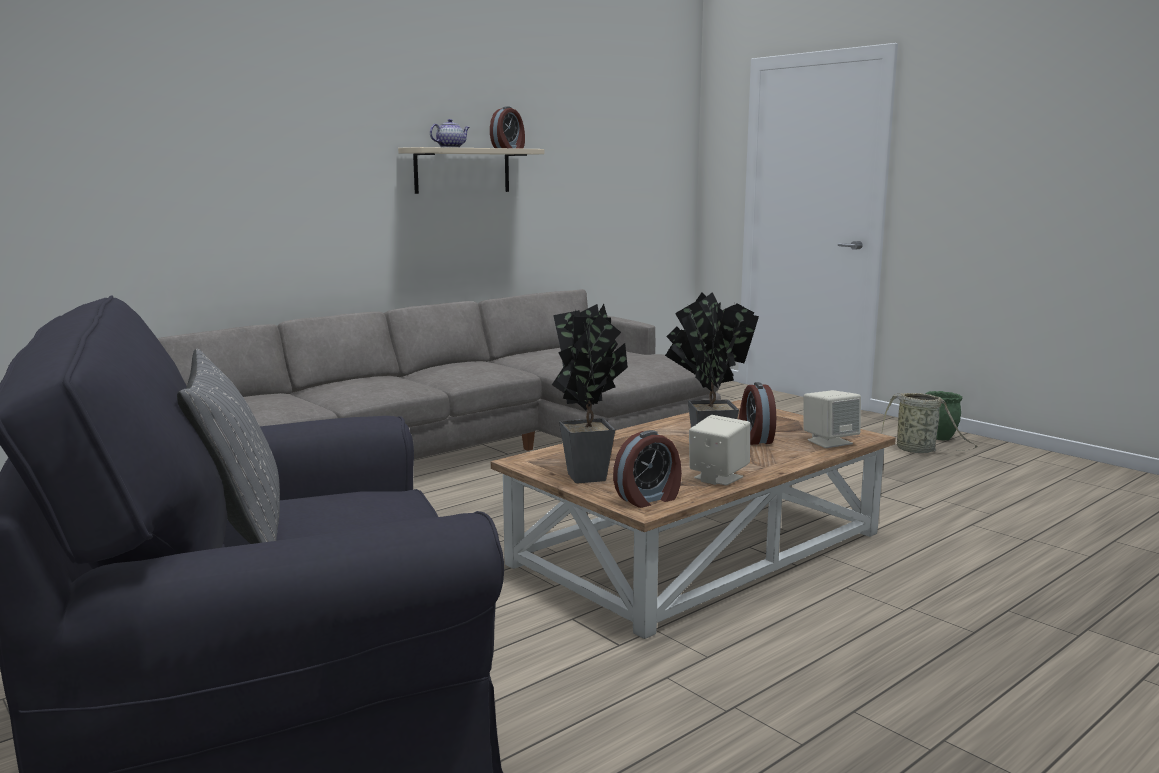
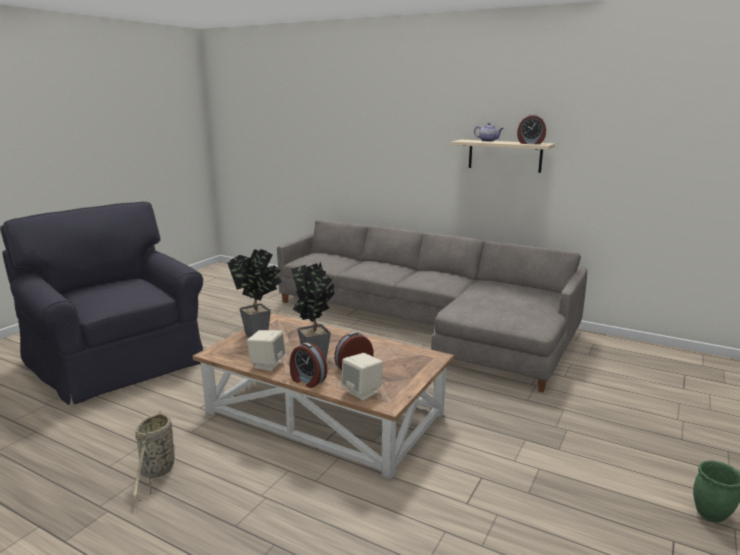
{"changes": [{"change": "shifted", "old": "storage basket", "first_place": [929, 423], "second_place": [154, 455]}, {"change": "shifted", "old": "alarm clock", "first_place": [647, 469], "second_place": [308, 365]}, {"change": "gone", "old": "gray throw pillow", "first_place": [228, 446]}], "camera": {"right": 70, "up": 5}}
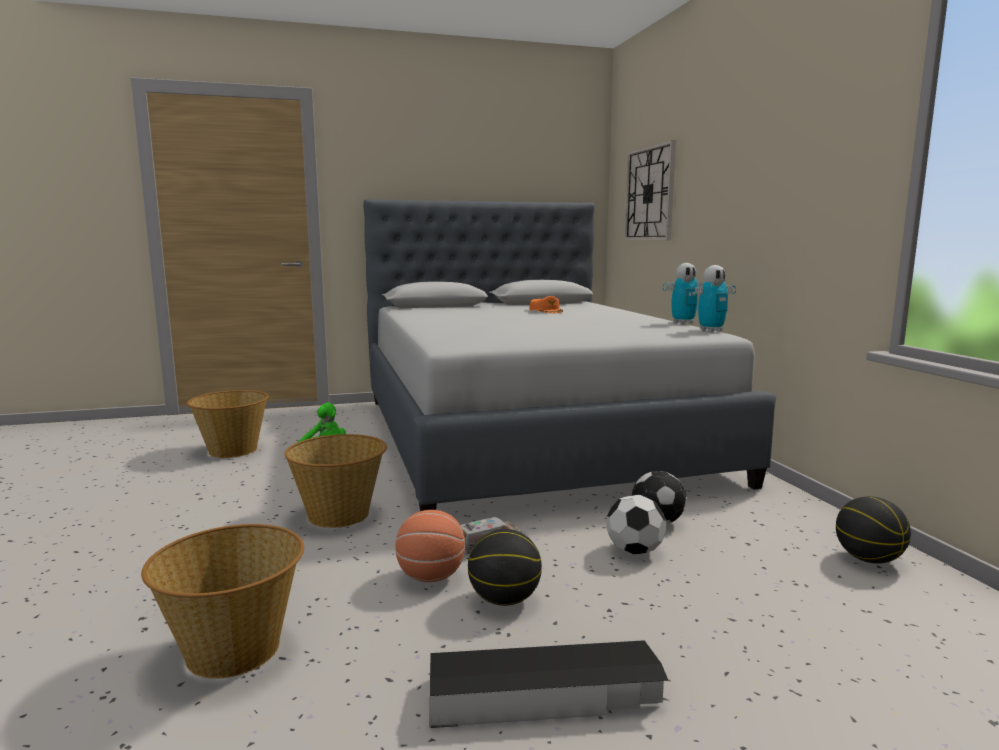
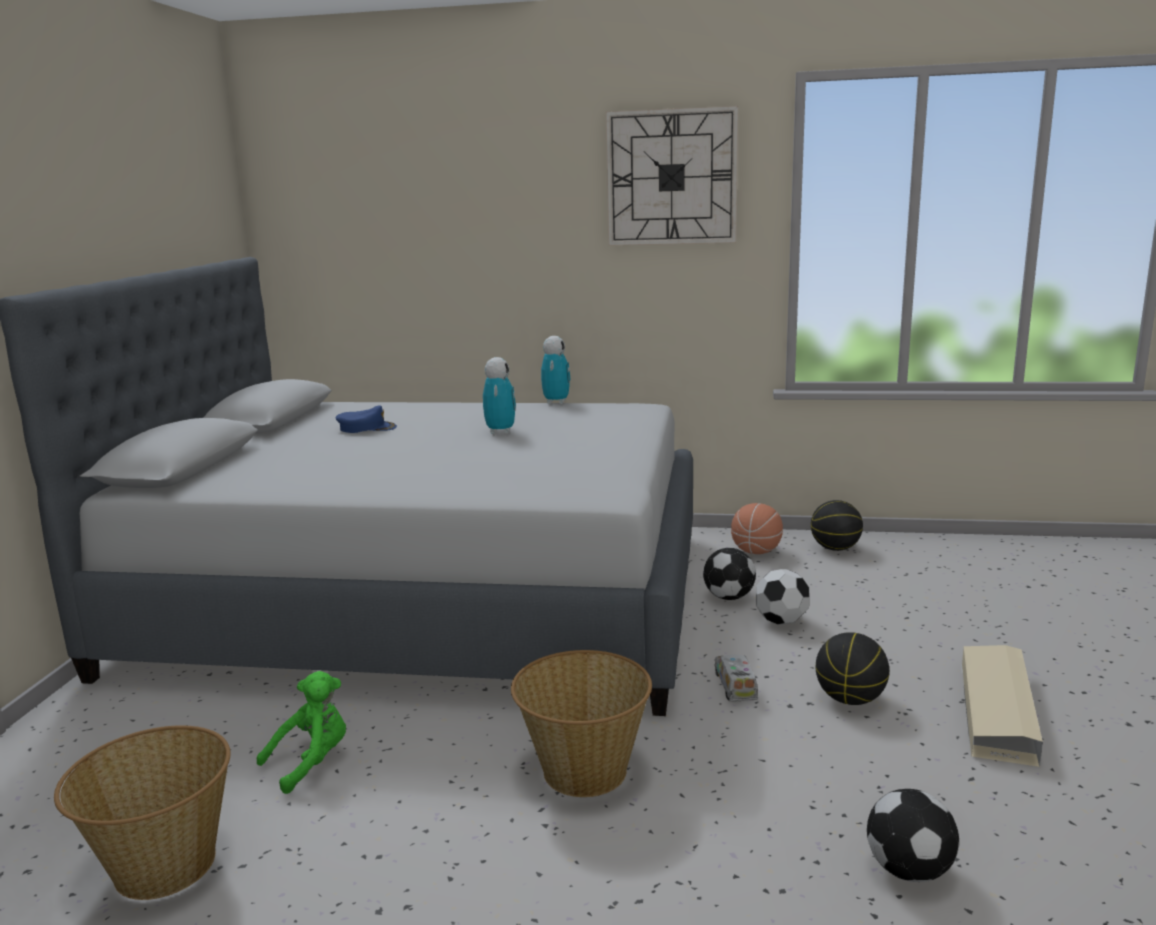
{"changes": [{"change": "repainted", "old": "orangey peaked cap", "new": "blue-coloured peaked cap", "first_place": [546, 304], "second_place": [366, 419]}, {"change": "shifted", "old": "toy robot", "first_place": [713, 298], "second_place": [499, 395]}, {"change": "shifted", "old": "hanging clock", "first_place": [650, 190], "second_place": [672, 176]}, {"change": "shifted", "old": "basketball", "first_place": [430, 546], "second_place": [757, 528]}, {"change": "swapped", "old": "storage basket", "new": "ball for football", "first_place": [222, 601], "second_place": [913, 835]}, {"change": "repainted", "old": "black-coloured storage box", "new": "beige-coloured storage box", "first_place": [548, 684], "second_place": [1002, 706]}], "camera": {"right": -65, "up": 5}}
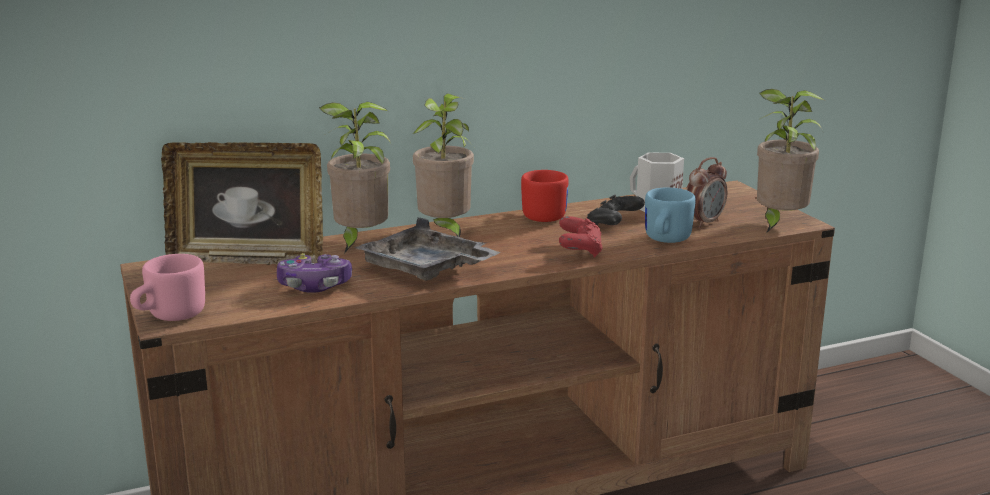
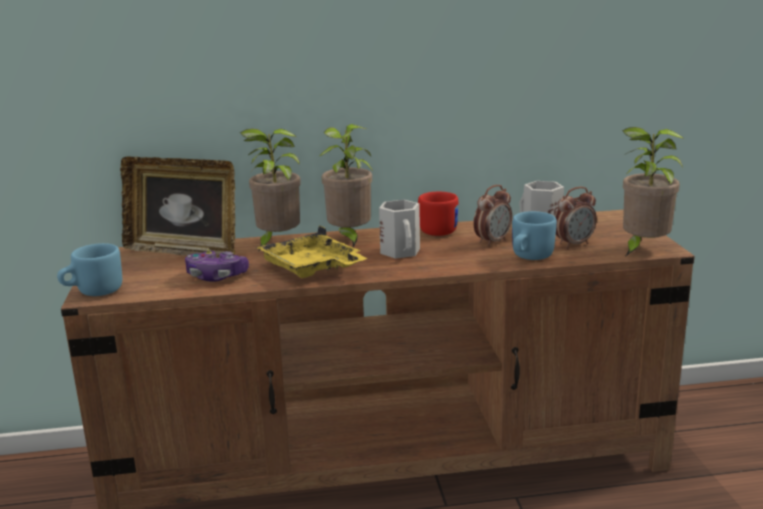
{"changes": [{"change": "repainted", "old": "pink-coloured coffee mug", "new": "blue-coloured coffee mug", "first_place": [167, 287], "second_place": [89, 269]}, {"change": "repainted", "old": "gray carrying tray", "new": "yellow-coloured carrying tray", "first_place": [427, 249], "second_place": [312, 252]}, {"change": "new", "new": "white-coloured coffee mug", "second_place": [399, 229]}, {"change": "swapped", "old": "black-coloured game controller", "new": "alarm clock", "first_place": [616, 210], "second_place": [492, 216]}, {"change": "gone", "old": "red game controller", "first_place": [581, 237]}], "camera": {"right": 15, "up": 0}}
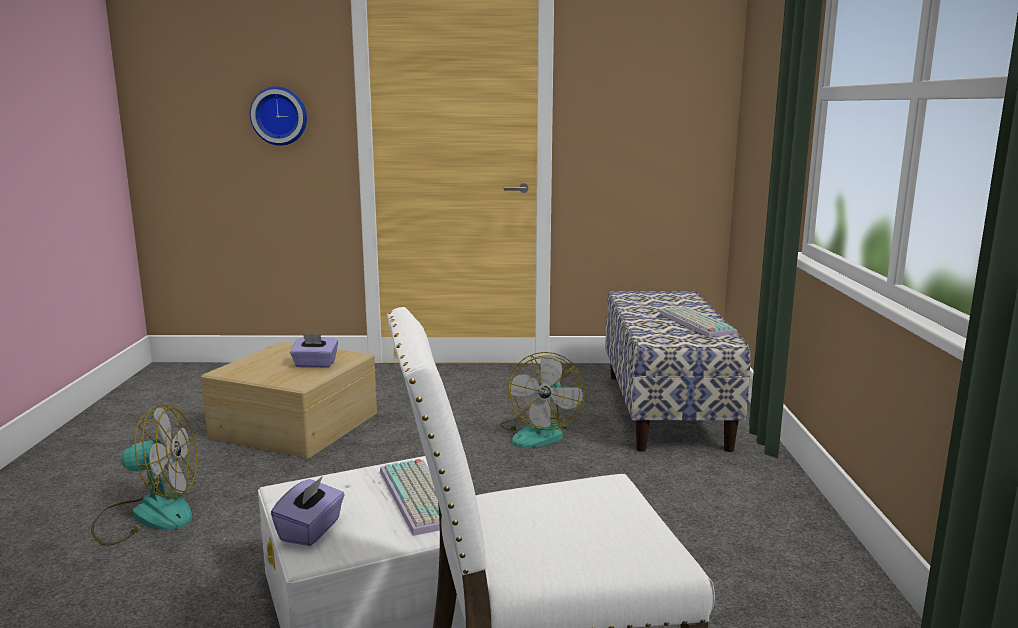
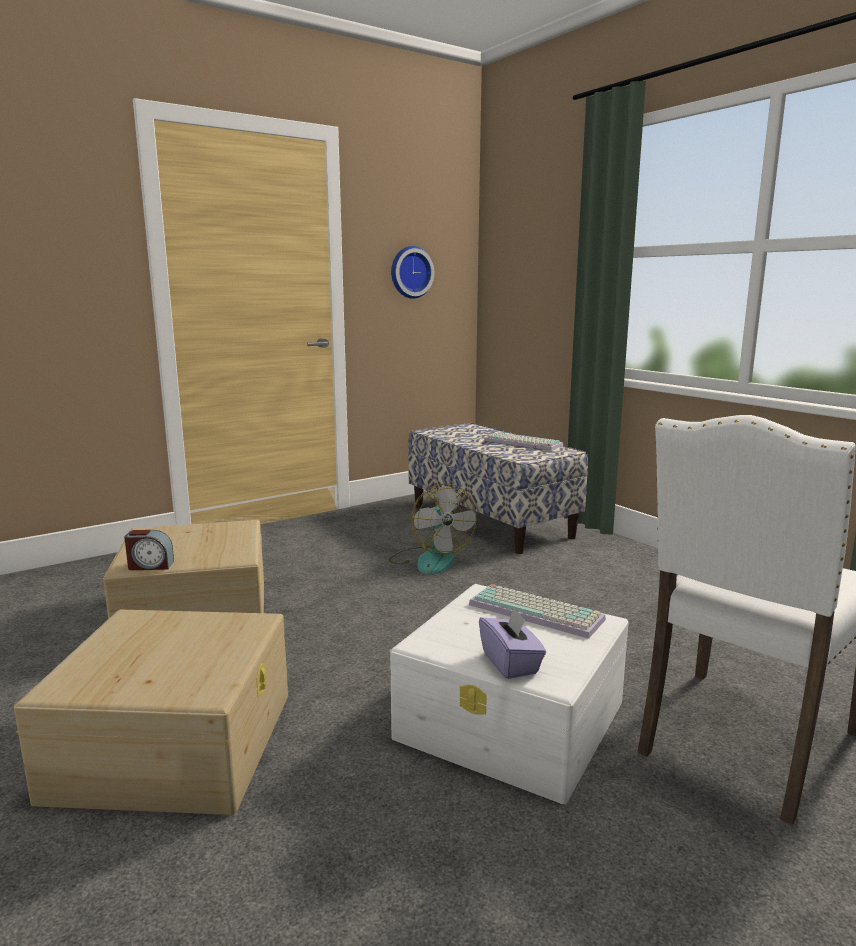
{"changes": [{"change": "swapped", "old": "fan", "new": "beige-coloured storage box", "first_place": [144, 474], "second_place": [151, 712]}, {"change": "new", "new": "alarm clock", "second_place": [149, 550]}, {"change": "shifted", "old": "hanging clock", "first_place": [278, 116], "second_place": [412, 272]}, {"change": "gone", "old": "purplish box of tissues", "first_place": [314, 351]}], "camera": {"right": -35, "up": 0}}
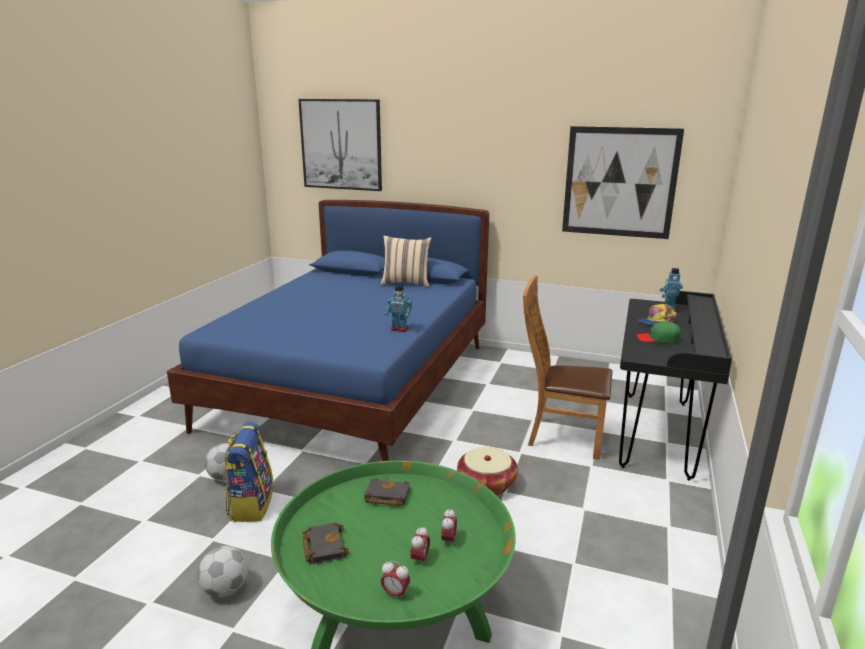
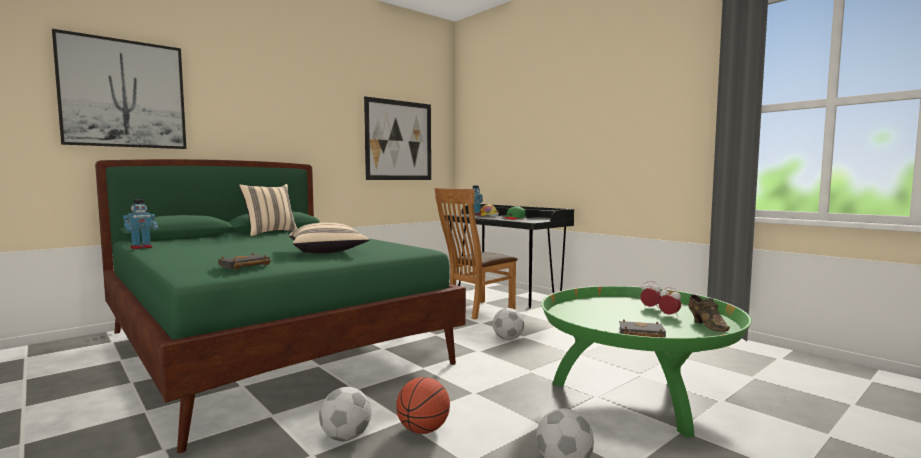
{"changes": [{"change": "repainted", "old": "blue-coloured bedroom bed", "new": "greenish bedroom bed", "first_place": [328, 330], "second_place": [280, 306]}, {"change": "shifted", "old": "toy robot", "first_place": [398, 308], "second_place": [140, 224]}, {"change": "shifted", "old": "black-coloured volume", "first_place": [387, 492], "second_place": [244, 261]}, {"change": "new", "new": "beige-coloured throw pillow", "second_place": [329, 238]}, {"change": "swapped", "old": "knapsack", "new": "basketball", "first_place": [248, 472], "second_place": [423, 405]}, {"change": "swapped", "old": "storage basket", "new": "ball for football", "first_place": [487, 471], "second_place": [508, 324]}, {"change": "swapped", "old": "alarm clock", "new": "brown-coloured low shoe", "first_place": [395, 580], "second_place": [709, 313]}], "camera": {"right": -60, "up": -15}}
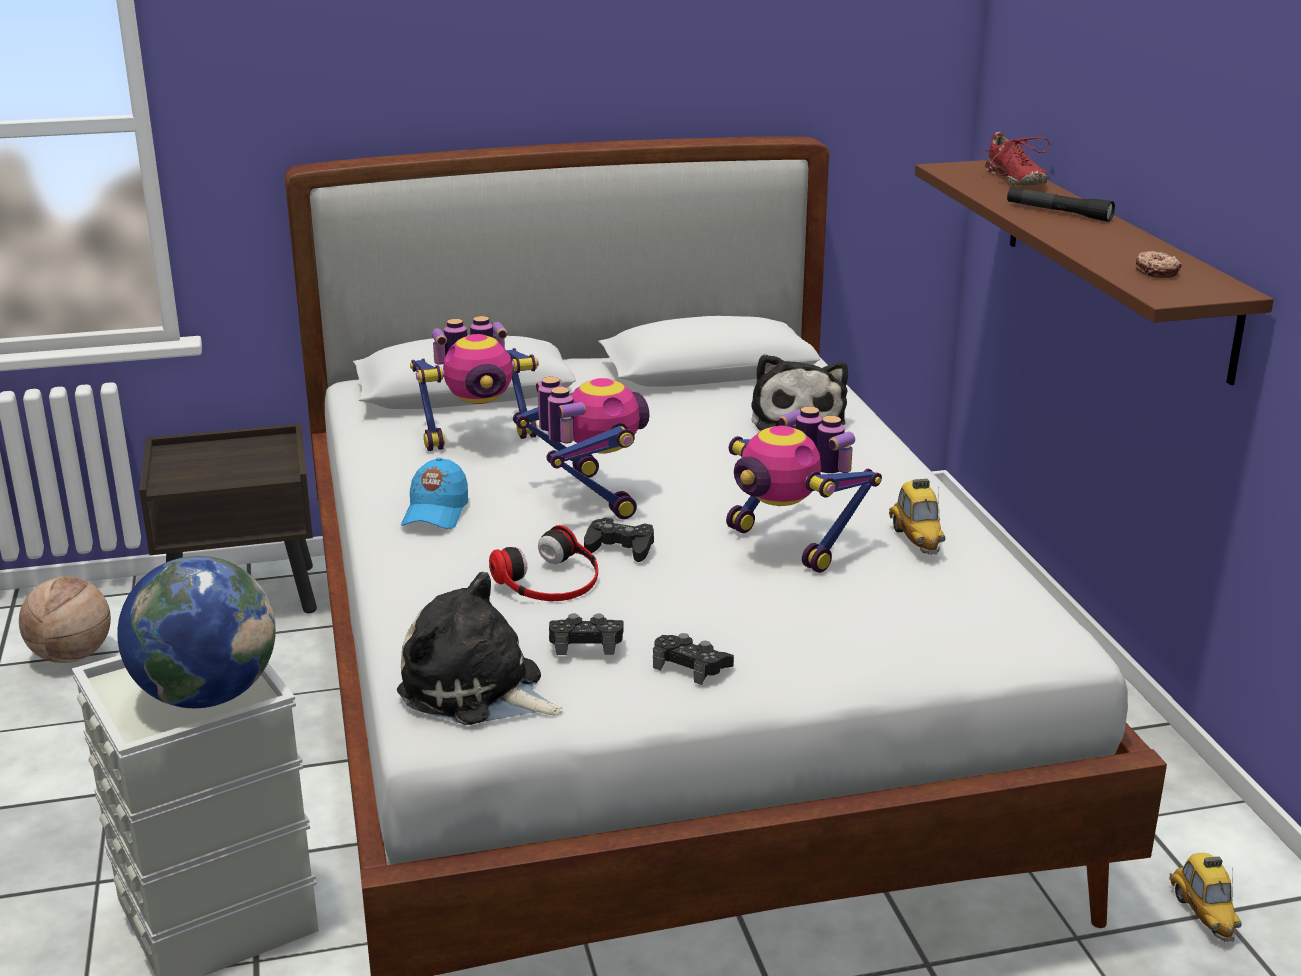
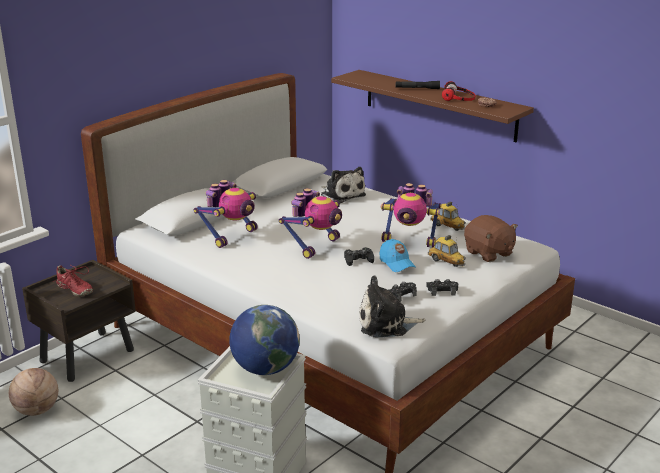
{"changes": [{"change": "shifted", "old": "red low shoe", "first_place": [1014, 159], "second_place": [73, 280]}, {"change": "rotated", "old": "toy robot", "first_place": [581, 448], "second_place": [310, 223], "degrees": 90}, {"change": "shifted", "old": "blue-coloured peaked cap", "first_place": [434, 493], "second_place": [397, 255]}, {"change": "shifted", "old": "model car", "first_place": [1205, 897], "second_place": [447, 251]}, {"change": "shifted", "old": "headphones", "first_place": [543, 563], "second_place": [459, 91]}, {"change": "new", "new": "brown-coloured plush toy", "second_place": [491, 238]}], "camera": {"right": -35, "up": 0}}
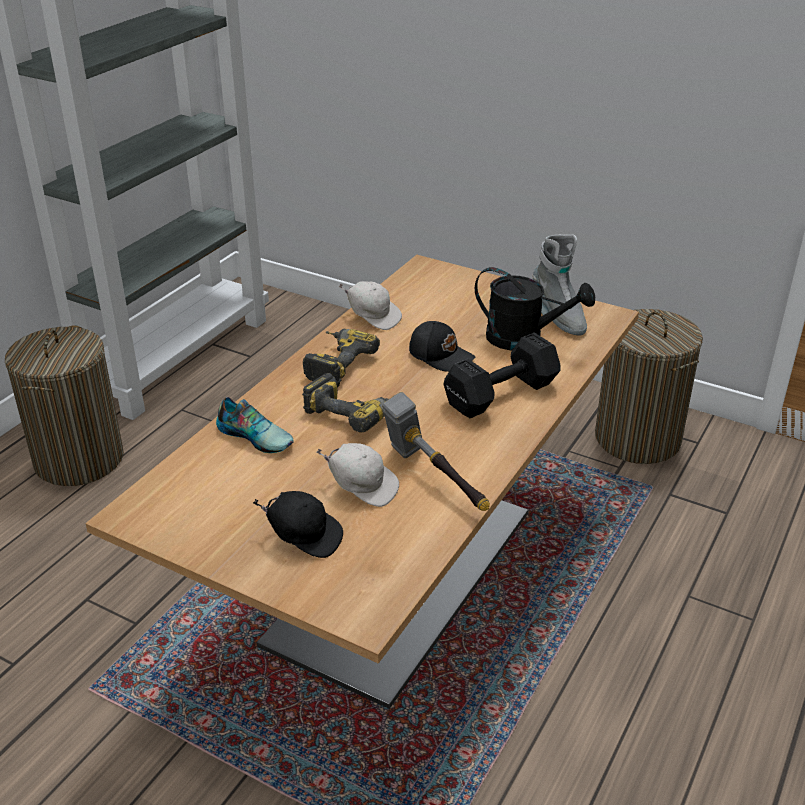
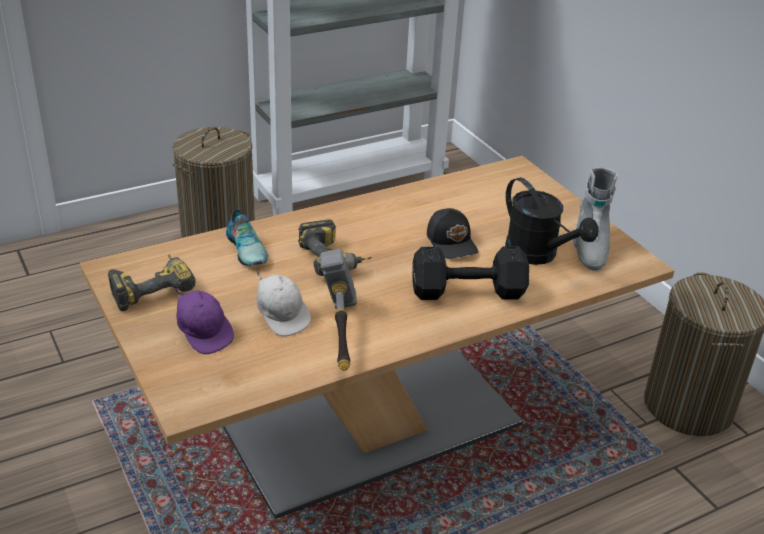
{"changes": [{"change": "shifted", "old": "drill", "first_place": [341, 358], "second_place": [151, 283]}, {"change": "repainted", "old": "black-coloured peaked cap", "new": "purplish peaked cap", "first_place": [298, 524], "second_place": [204, 321]}, {"change": "gone", "old": "white-coloured peaked cap", "first_place": [370, 305]}], "camera": {"right": 30, "up": 0}}
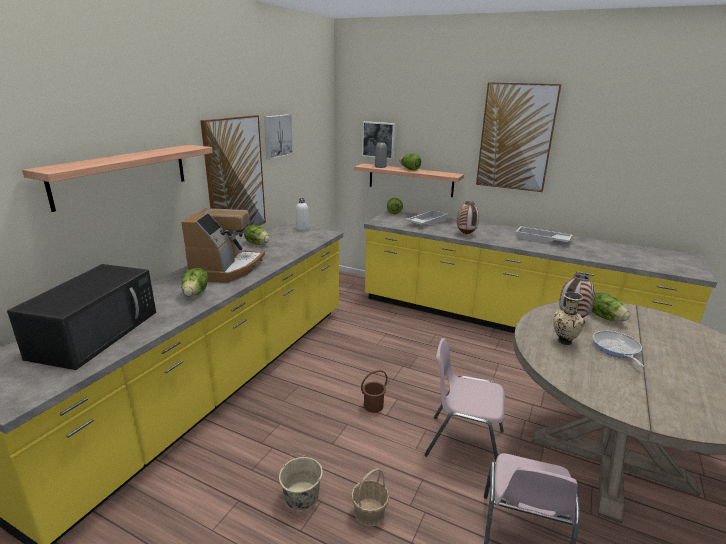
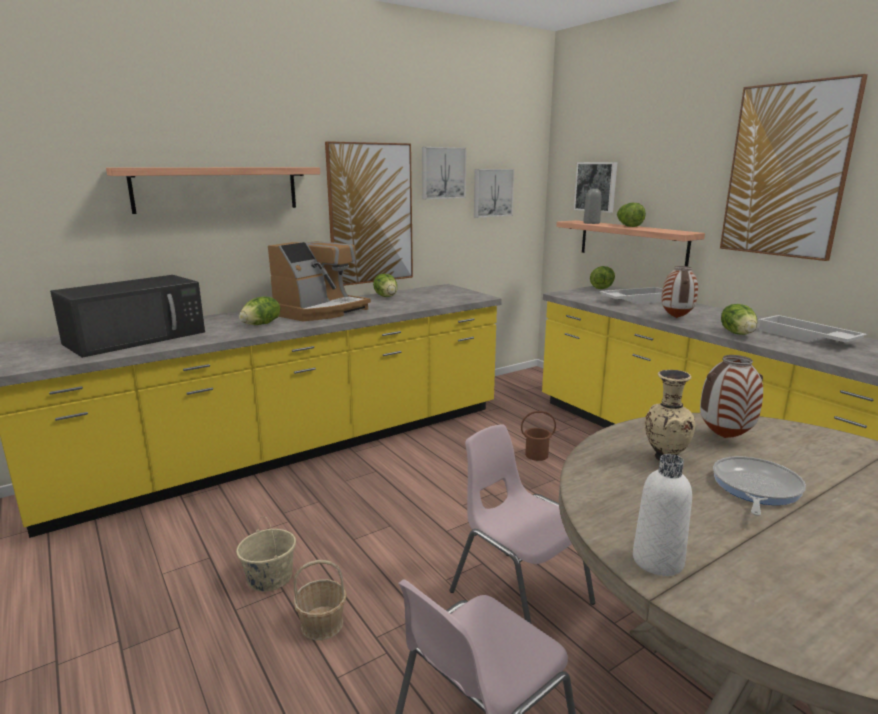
{"changes": [{"change": "new", "new": "picture", "second_place": [494, 193]}, {"change": "shifted", "old": "brown-coloured water bucket", "first_place": [374, 391], "second_place": [538, 436]}, {"change": "shifted", "old": "white-coloured beverage bottle", "first_place": [302, 214], "second_place": [662, 515]}, {"change": "shifted", "old": "head of lettuce", "first_place": [610, 306], "second_place": [739, 319]}], "camera": {"right": 30, "up": -5}}
